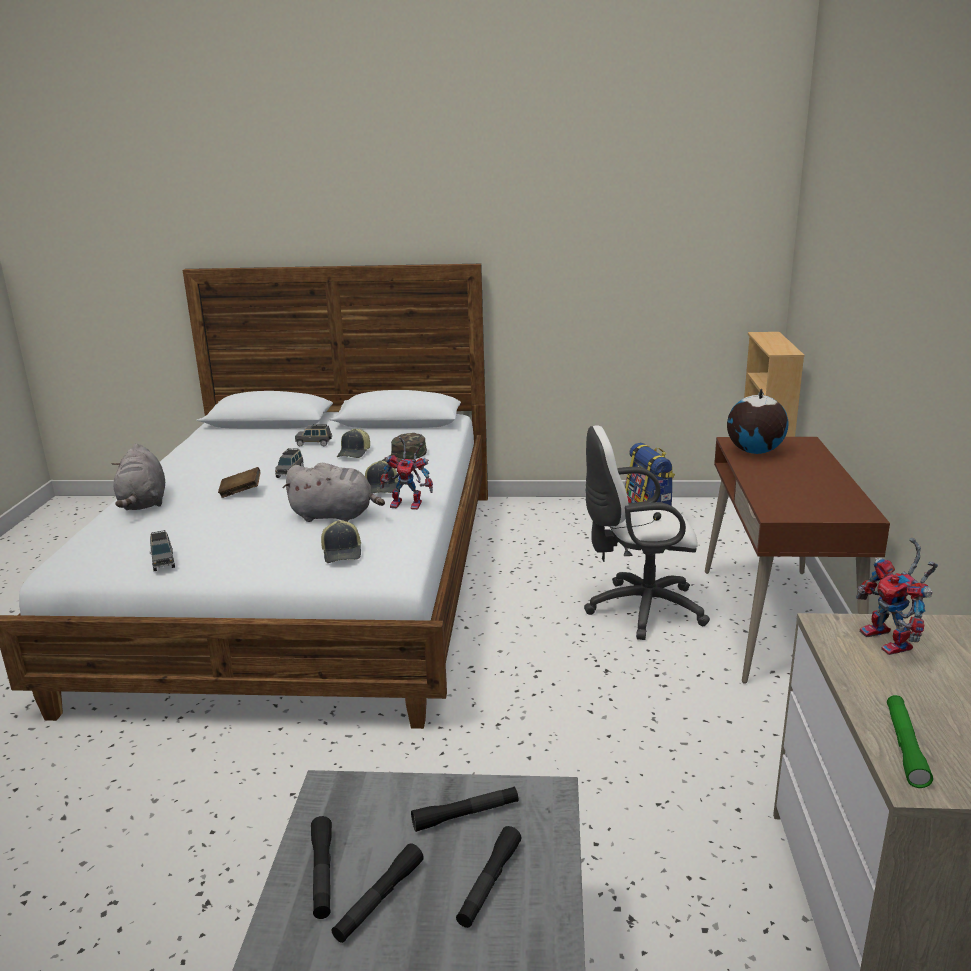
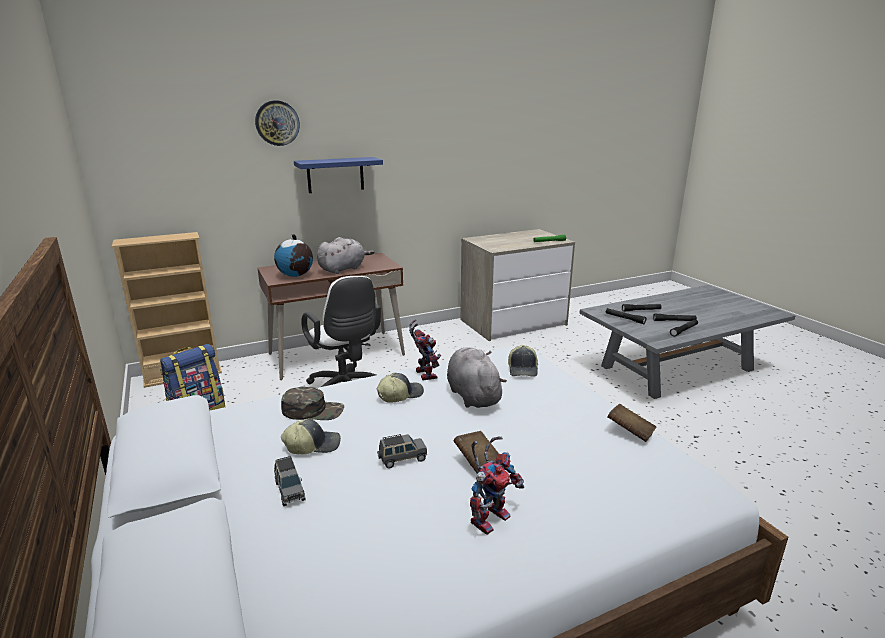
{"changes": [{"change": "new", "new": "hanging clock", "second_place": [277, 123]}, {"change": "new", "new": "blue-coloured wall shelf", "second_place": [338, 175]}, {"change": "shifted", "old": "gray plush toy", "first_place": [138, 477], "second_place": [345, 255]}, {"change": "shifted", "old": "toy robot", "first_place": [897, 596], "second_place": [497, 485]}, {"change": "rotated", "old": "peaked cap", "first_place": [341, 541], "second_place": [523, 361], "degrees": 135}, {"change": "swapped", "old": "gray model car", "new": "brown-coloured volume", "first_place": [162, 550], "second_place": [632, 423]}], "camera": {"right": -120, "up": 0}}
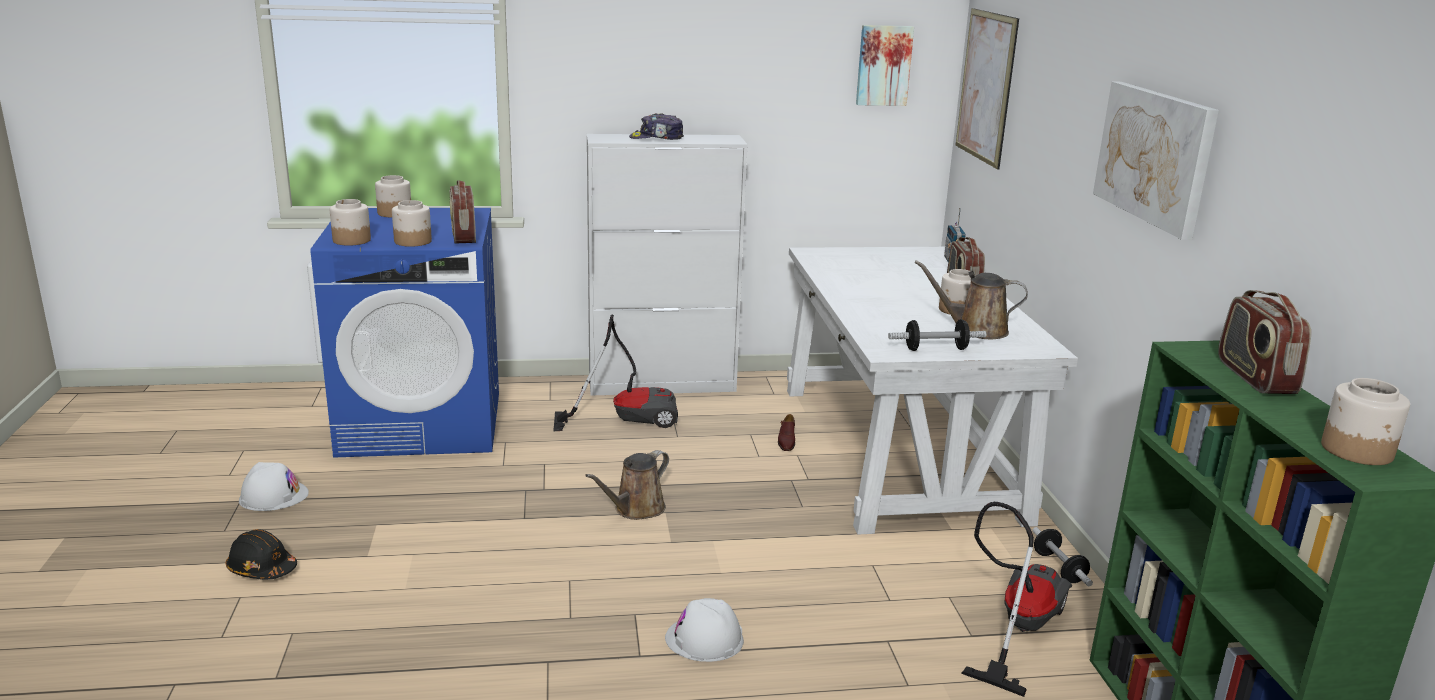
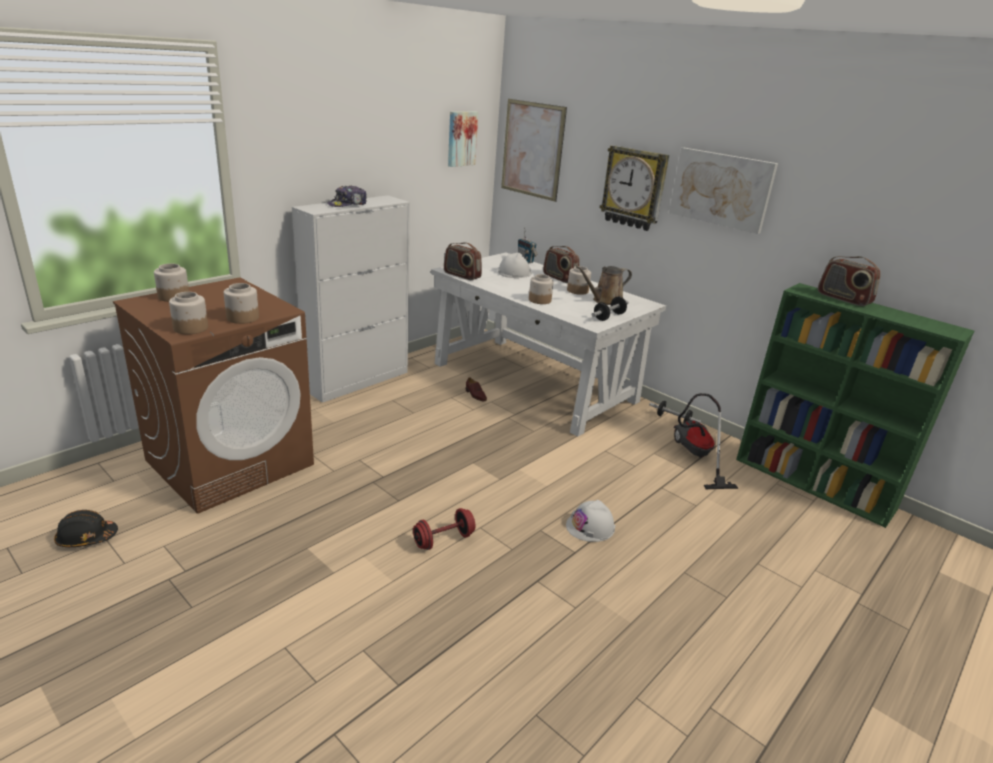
{"changes": [{"change": "shifted", "old": "black-coloured hard hat", "first_place": [261, 554], "second_place": [86, 528]}, {"change": "repainted", "old": "blue-coloured laundry appliance", "new": "brown-coloured laundry appliance", "first_place": [404, 333], "second_place": [213, 395]}, {"change": "new", "new": "red hand weight", "second_place": [444, 529]}, {"change": "shifted", "old": "radio set", "first_place": [463, 212], "second_place": [463, 261]}, {"change": "shifted", "old": "white-coloured hard hat", "first_place": [274, 486], "second_place": [515, 265]}, {"change": "shifted", "old": "jar", "first_place": [1365, 421], "second_place": [541, 289]}, {"change": "new", "new": "hanging clock", "second_place": [634, 188]}, {"change": "gone", "old": "vacuum cleaner", "first_place": [615, 373]}, {"change": "gone", "old": "brown-coloured watering can", "first_place": [627, 485]}], "camera": {"right": -40, "up": 5}}
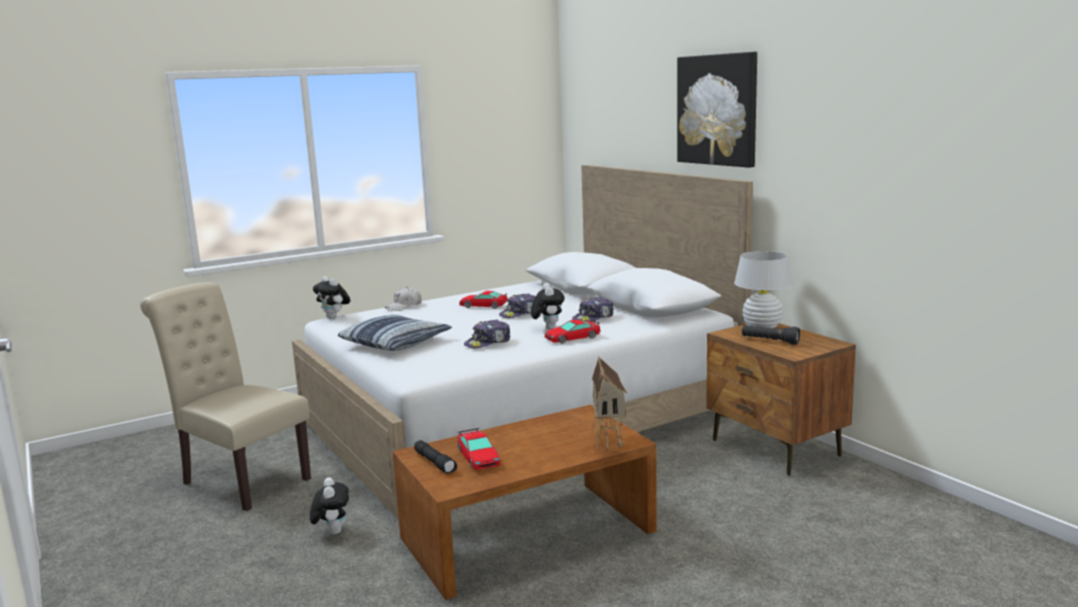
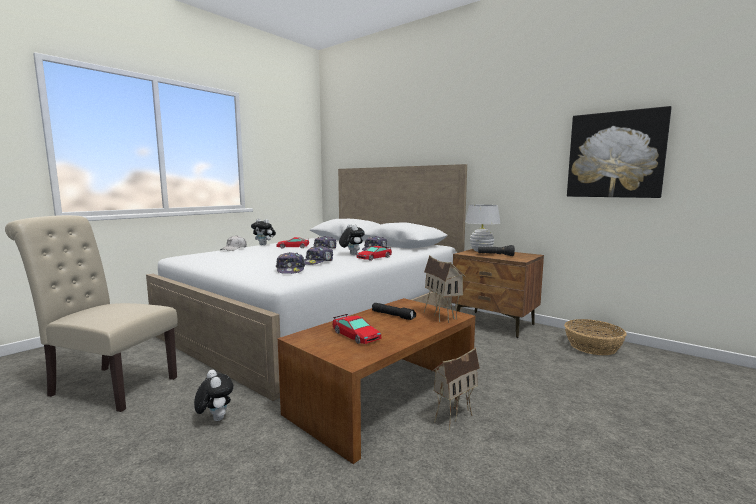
{"changes": [{"change": "shifted", "old": "plush toy", "first_place": [331, 297], "second_place": [263, 231]}, {"change": "new", "new": "peaked cap", "second_place": [290, 263]}, {"change": "shifted", "old": "black-coloured flashlight", "first_place": [435, 457], "second_place": [394, 311]}, {"change": "new", "new": "model house", "second_place": [455, 388]}, {"change": "new", "new": "storage basket", "second_place": [595, 337]}, {"change": "shifted", "old": "picture", "first_place": [717, 110], "second_place": [619, 152]}, {"change": "gone", "old": "throw pillow", "first_place": [395, 333]}], "camera": {"right": -20, "up": -5}}
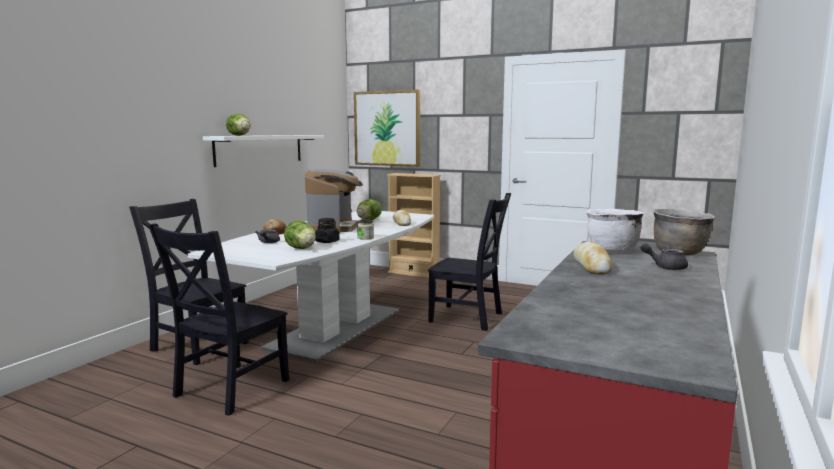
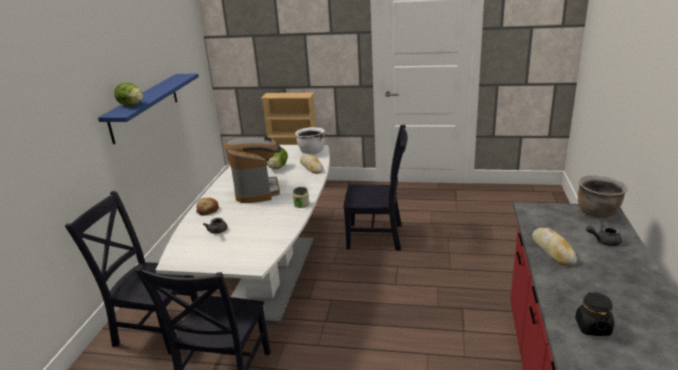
{"changes": [{"change": "repainted", "old": "white-coloured wall shelf", "new": "blue-coloured wall shelf", "first_place": [263, 151], "second_place": [148, 108]}, {"change": "shifted", "old": "white-coloured cooking pot", "first_place": [615, 231], "second_place": [310, 140]}, {"change": "shifted", "old": "black-coloured jar", "first_place": [327, 230], "second_place": [594, 314]}, {"change": "gone", "old": "head of lettuce", "first_place": [300, 235]}, {"change": "gone", "old": "picture", "first_place": [387, 128]}], "camera": {"right": -15, "up": 15}}
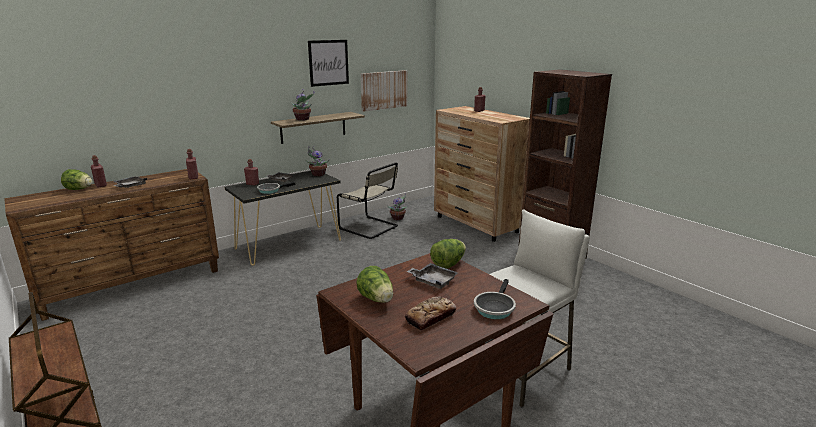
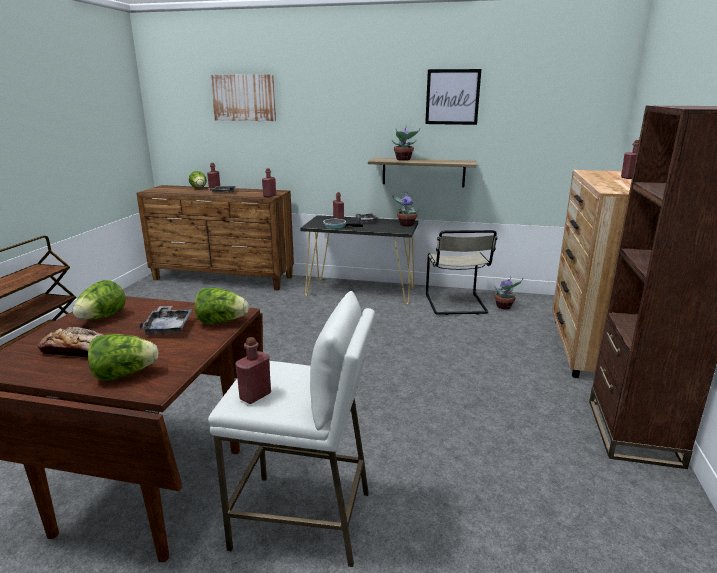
{"changes": [{"change": "swapped", "old": "pan", "new": "head of lettuce", "first_place": [495, 299], "second_place": [123, 357]}, {"change": "shifted", "old": "picture", "first_place": [384, 91], "second_place": [243, 97]}, {"change": "new", "new": "red beverage bottle", "second_place": [253, 370]}], "camera": {"right": 50, "up": 0}}
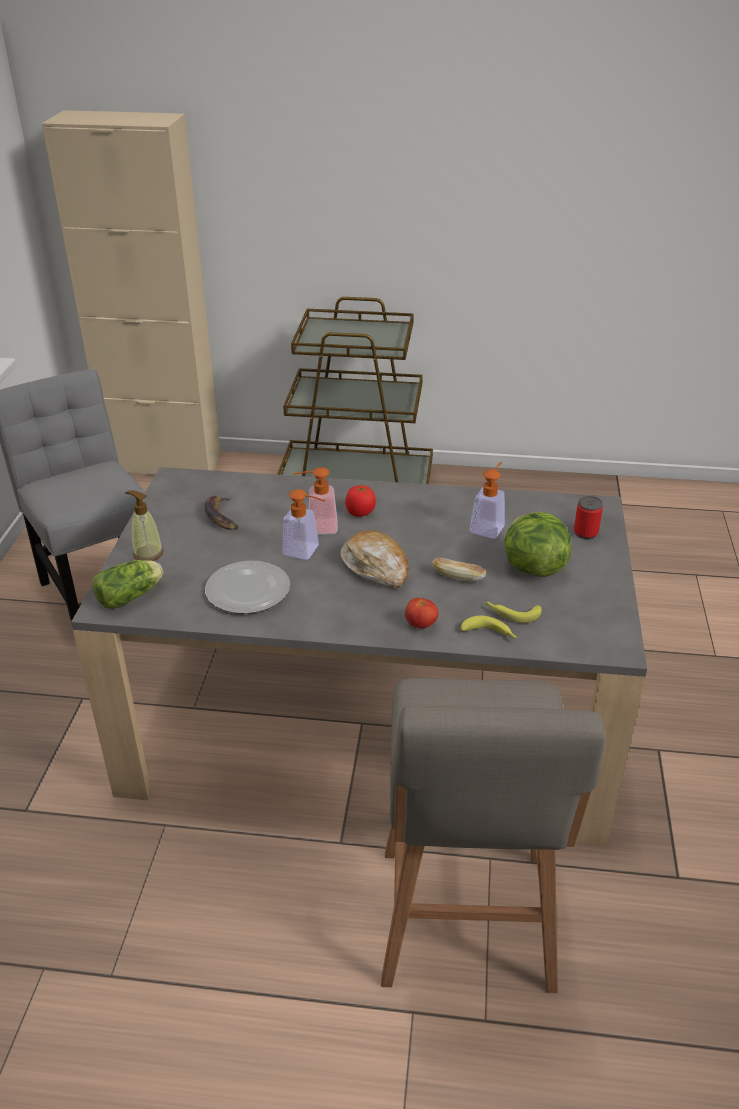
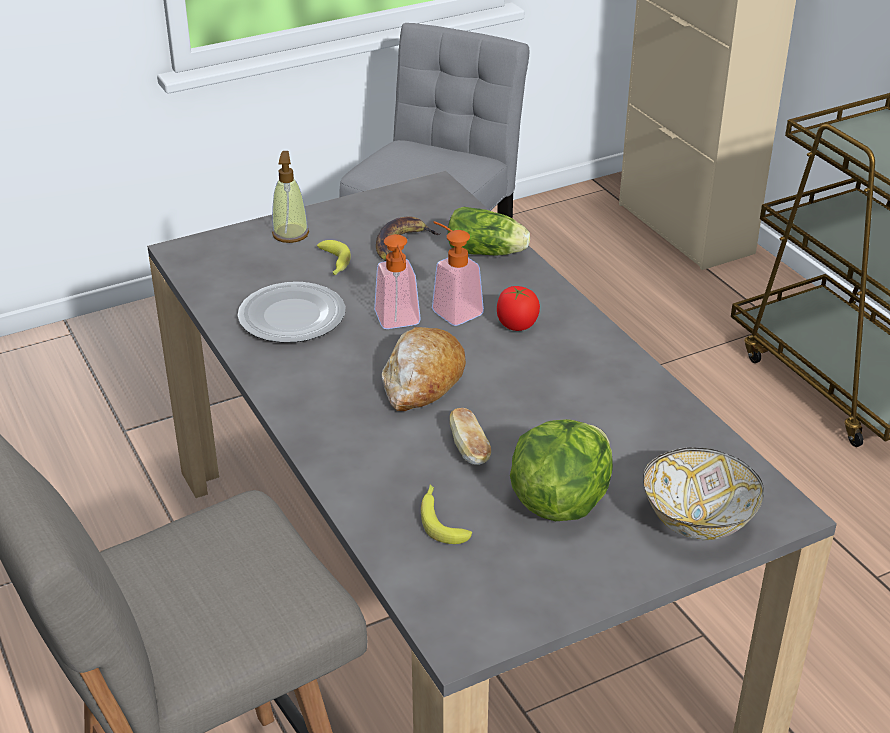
{"changes": [{"change": "shifted", "old": "whole banana", "first_place": [489, 627], "second_place": [334, 257]}, {"change": "shifted", "old": "head of lettuce", "first_place": [127, 584], "second_place": [489, 231]}, {"change": "swapped", "old": "metal can", "new": "deep dish", "first_place": [588, 517], "second_place": [703, 493]}, {"change": "gone", "old": "whole tomato", "first_place": [421, 613]}, {"change": "gone", "old": "soap dispenser", "first_place": [487, 500]}], "camera": {"right": 55, "up": 0}}
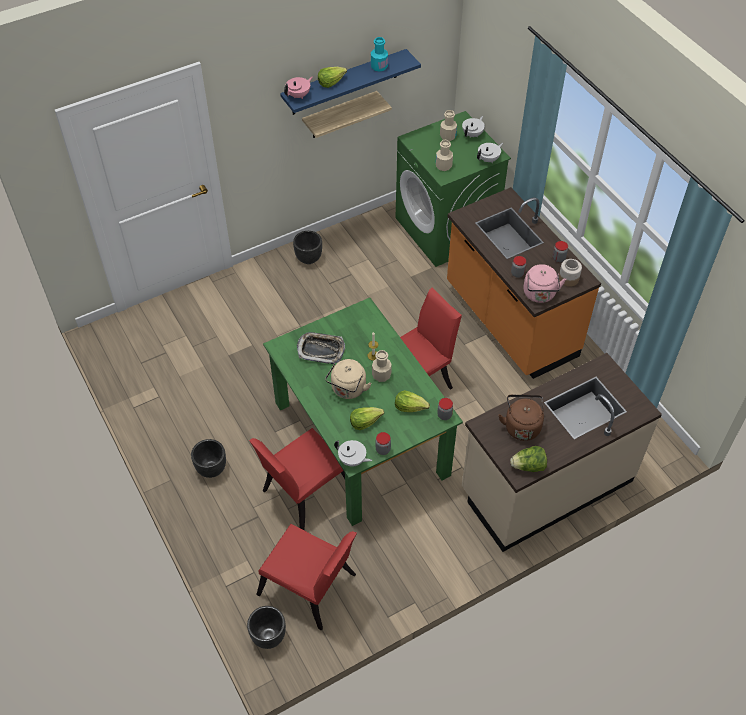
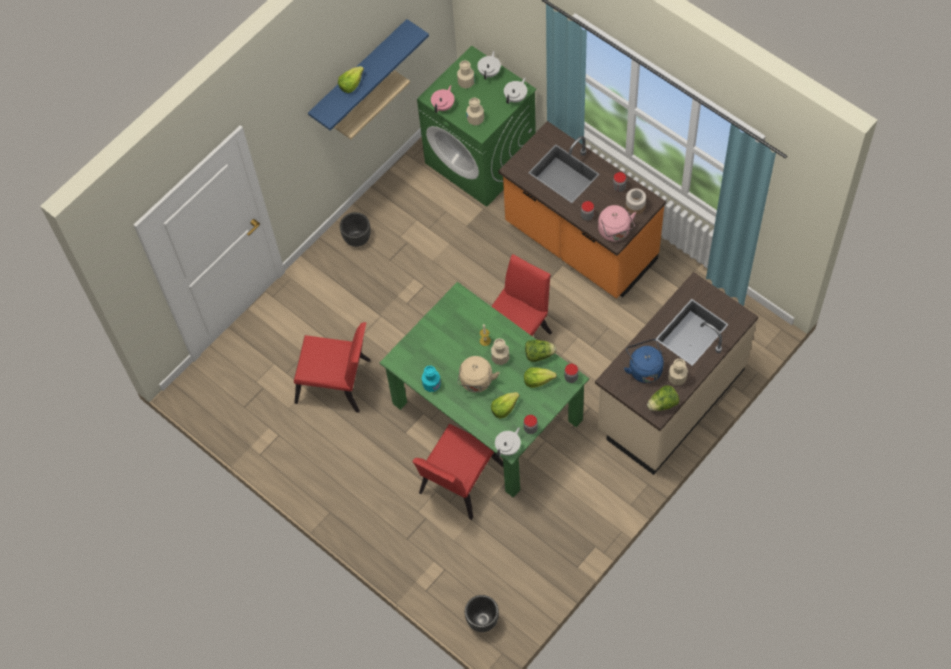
{"changes": [{"change": "shifted", "old": "red chair", "first_place": [306, 577], "second_place": [332, 367]}, {"change": "shifted", "old": "blue-green beverage bottle", "first_place": [379, 54], "second_place": [431, 379]}, {"change": "shifted", "old": "pink-coloured teapot", "first_place": [298, 88], "second_place": [442, 99]}, {"change": "rotated", "old": "white-coloured teapot", "first_place": [353, 453], "second_place": [508, 442], "degrees": -60}, {"change": "new", "new": "head of lettuce", "second_place": [541, 351]}, {"change": "repainted", "old": "brown-coloured tea kettle", "new": "blue-coloured tea kettle", "first_place": [521, 418], "second_place": [644, 361]}, {"change": "new", "new": "beige-coloured beverage bottle", "second_place": [678, 372]}, {"change": "gone", "old": "black-coloured planter", "first_place": [208, 458]}, {"change": "gone", "old": "carrying tray", "first_place": [321, 348]}], "camera": {"right": -15, "up": 10}}
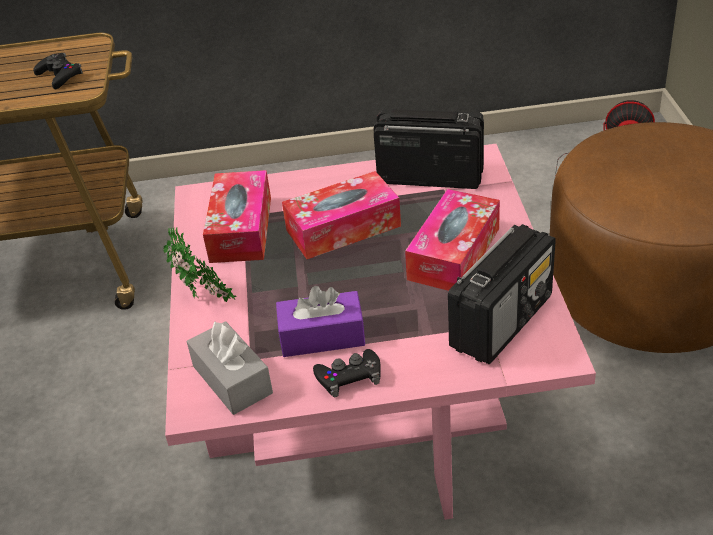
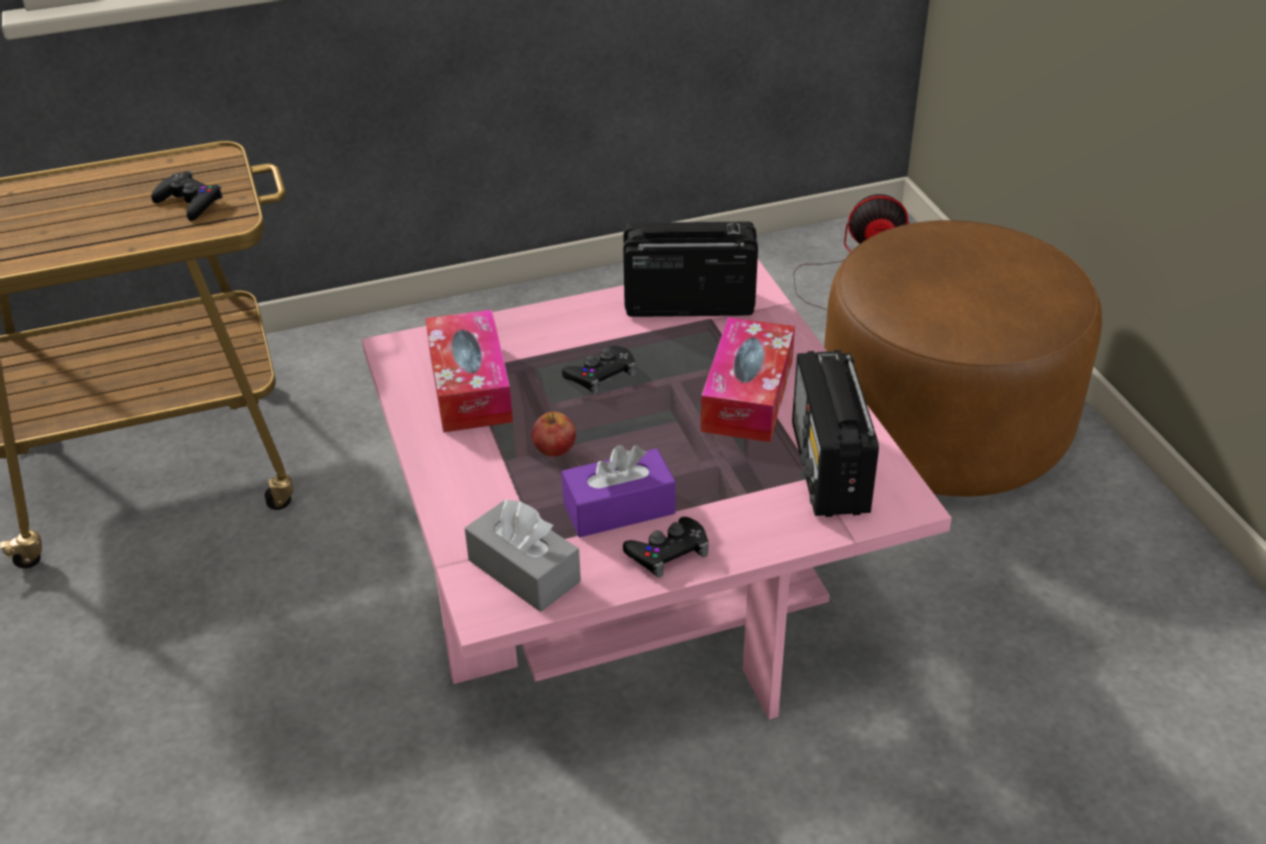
{"changes": [{"change": "new", "new": "apple", "second_place": [554, 434]}, {"change": "swapped", "old": "box of tissues", "new": "black-coloured game controller", "first_place": [341, 215], "second_place": [599, 370]}, {"change": "rotated", "old": "radio set", "first_place": [502, 294], "second_place": [835, 433], "degrees": 150}, {"change": "gone", "old": "potted plant", "first_place": [200, 264]}], "camera": {"right": -15, "up": 0}}
